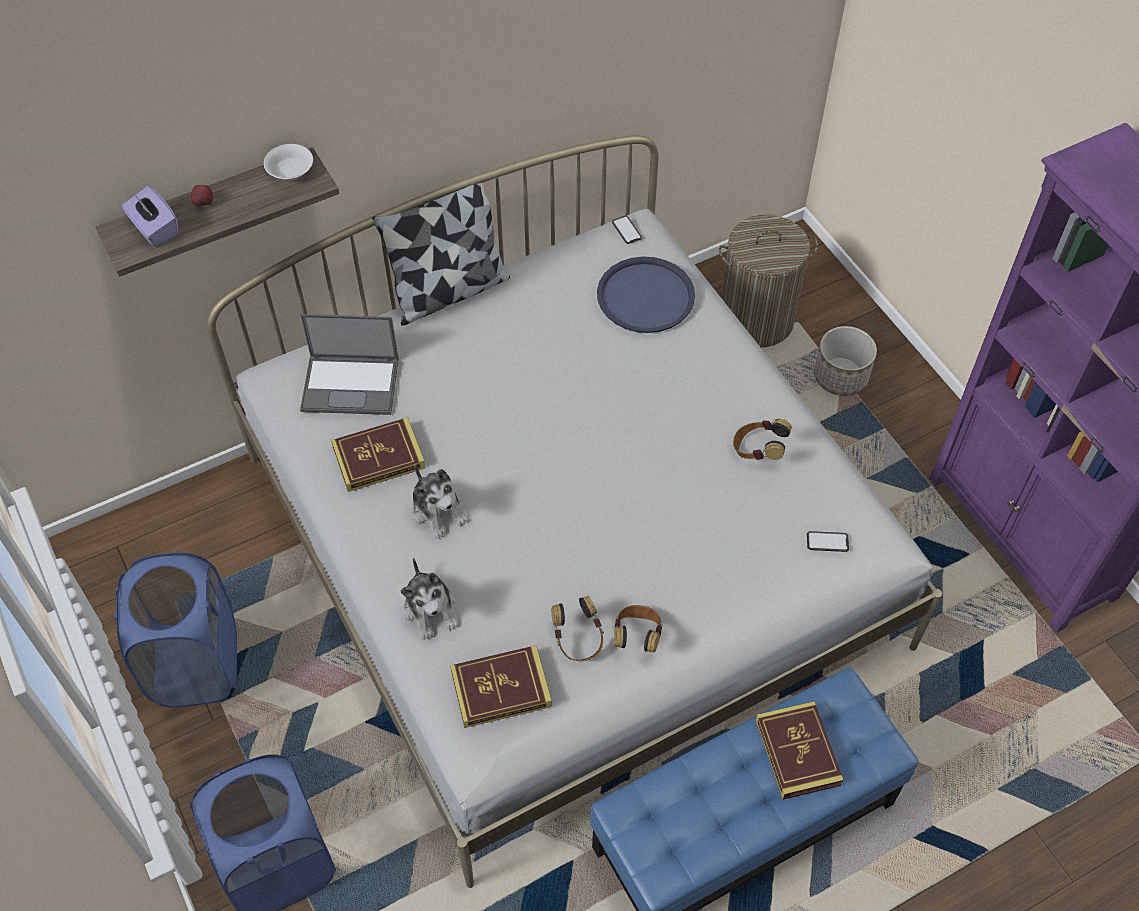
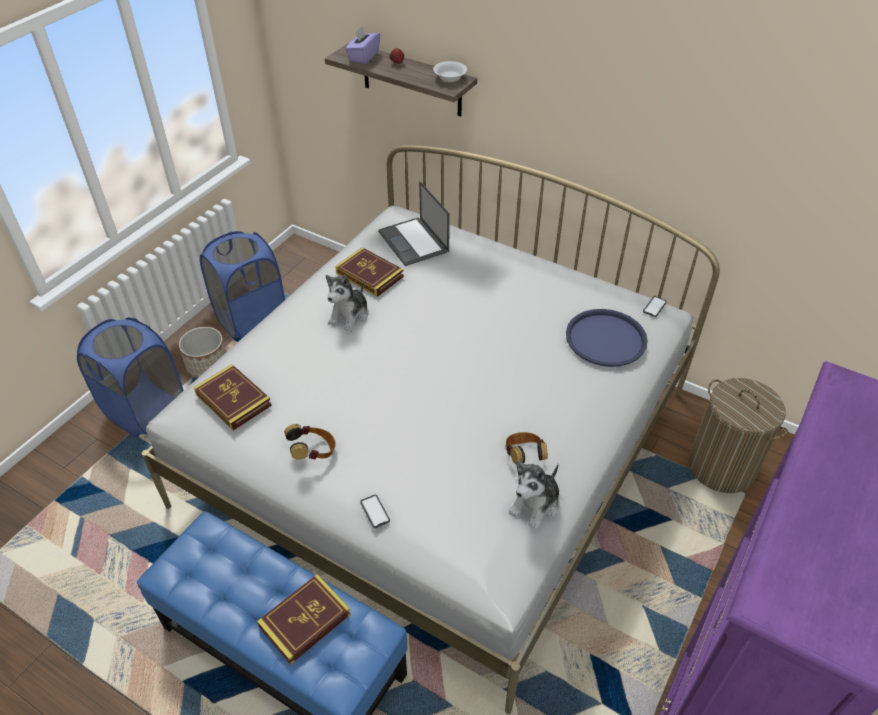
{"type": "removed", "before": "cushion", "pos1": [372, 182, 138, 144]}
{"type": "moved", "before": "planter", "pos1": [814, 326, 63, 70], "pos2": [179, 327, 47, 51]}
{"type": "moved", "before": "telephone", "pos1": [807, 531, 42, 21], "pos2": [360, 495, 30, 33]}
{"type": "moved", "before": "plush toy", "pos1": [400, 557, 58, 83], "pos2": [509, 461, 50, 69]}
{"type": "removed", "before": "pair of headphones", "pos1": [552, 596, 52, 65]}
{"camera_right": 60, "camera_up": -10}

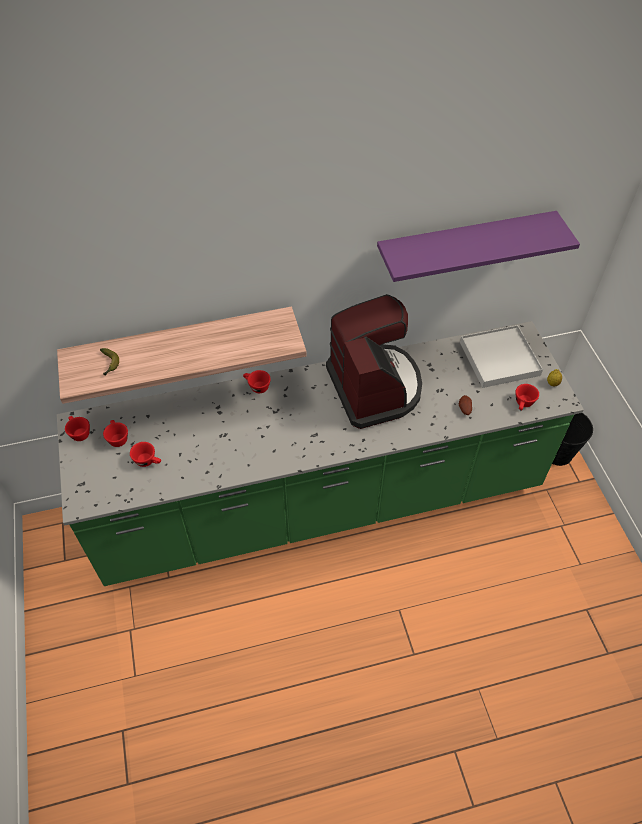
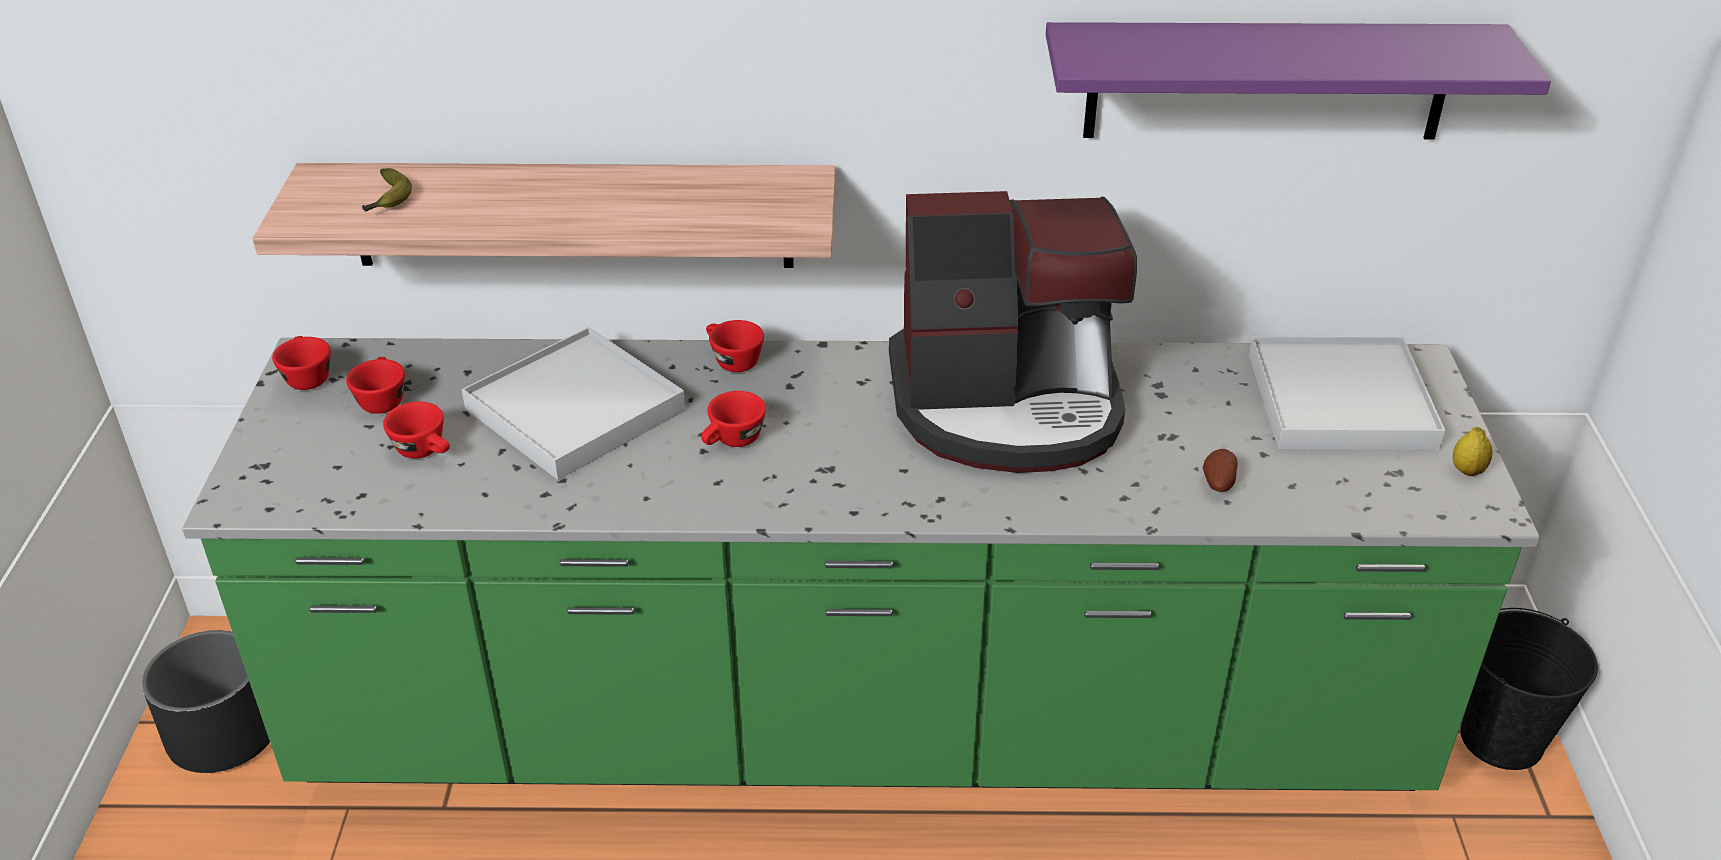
{"type": "turned", "before": "coffee maker", "pos1": [326, 294, 96, 135], "pos2": [889, 191, 248, 282], "turn": 90}
{"type": "moved", "before": "reddish cup", "pos1": [515, 384, 24, 26], "pos2": [701, 391, 65, 56]}
{"type": "added", "after": "white-coloured carrying tray", "pos2": [461, 327, 225, 153]}
{"type": "added", "after": "blackish planter", "pos2": [142, 630, 128, 143]}
{"camera_right": 15, "camera_up": -15}

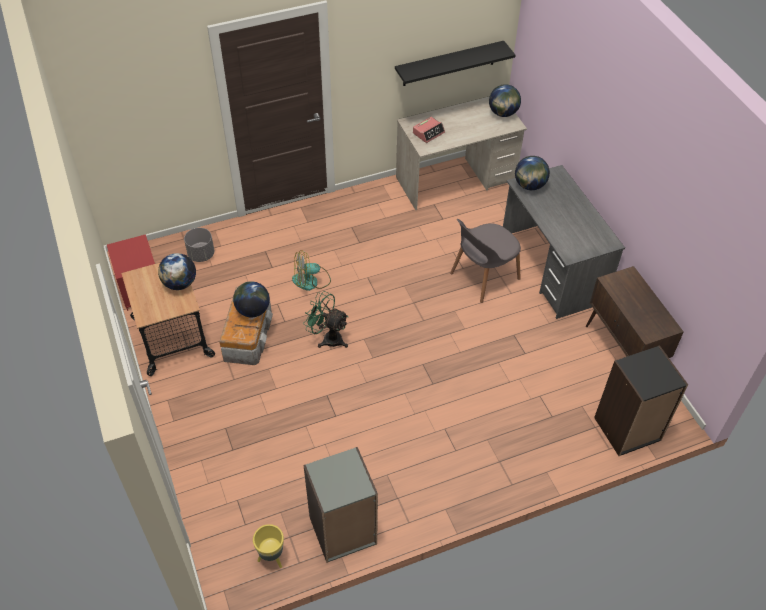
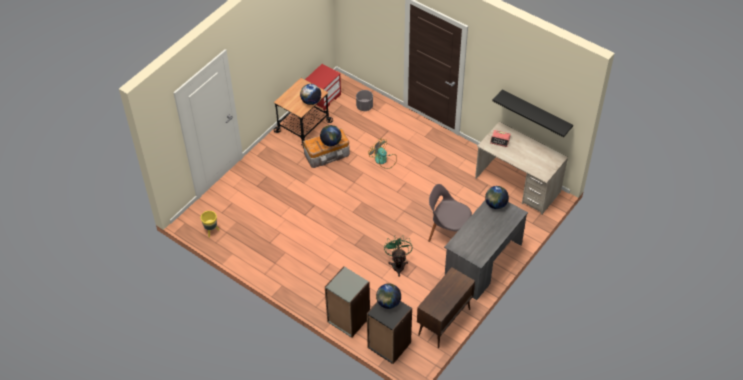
{"type": "moved", "before": "world globe", "pos1": [489, 84, 32, 33], "pos2": [376, 284, 25, 25]}
{"type": "moved", "before": "green-coloured fan", "pos1": [303, 291, 45, 57], "pos2": [384, 236, 28, 41]}
{"type": "moved", "before": "grey bookcase", "pos1": [303, 447, 75, 116], "pos2": [325, 266, 45, 72]}
{"camera_right": 60, "camera_up": 0}

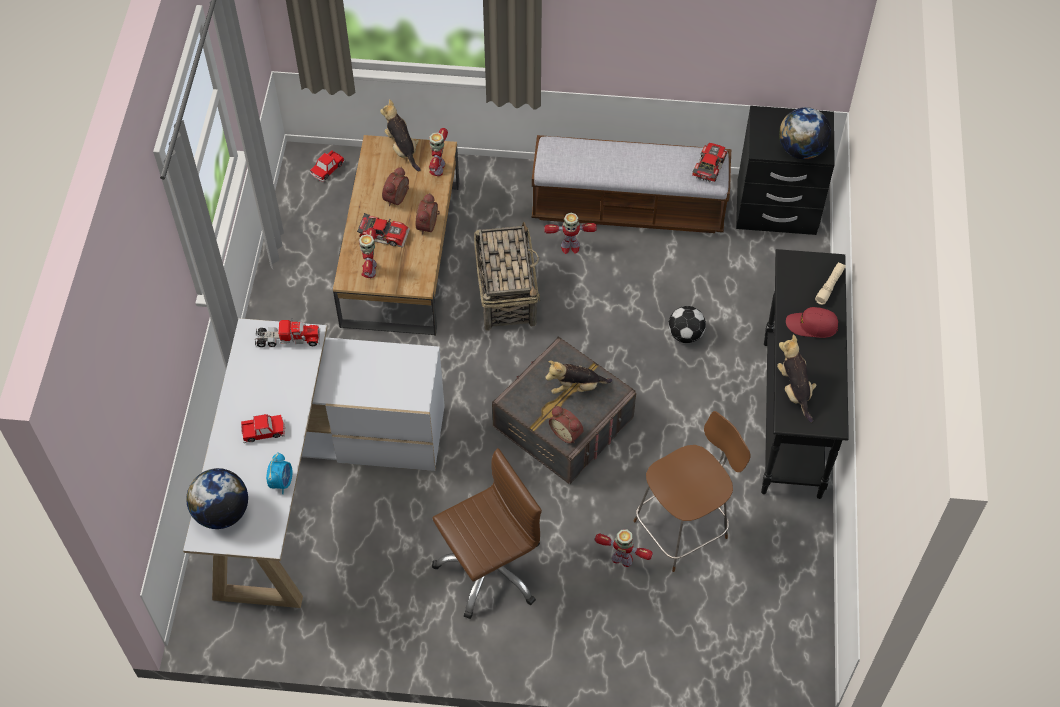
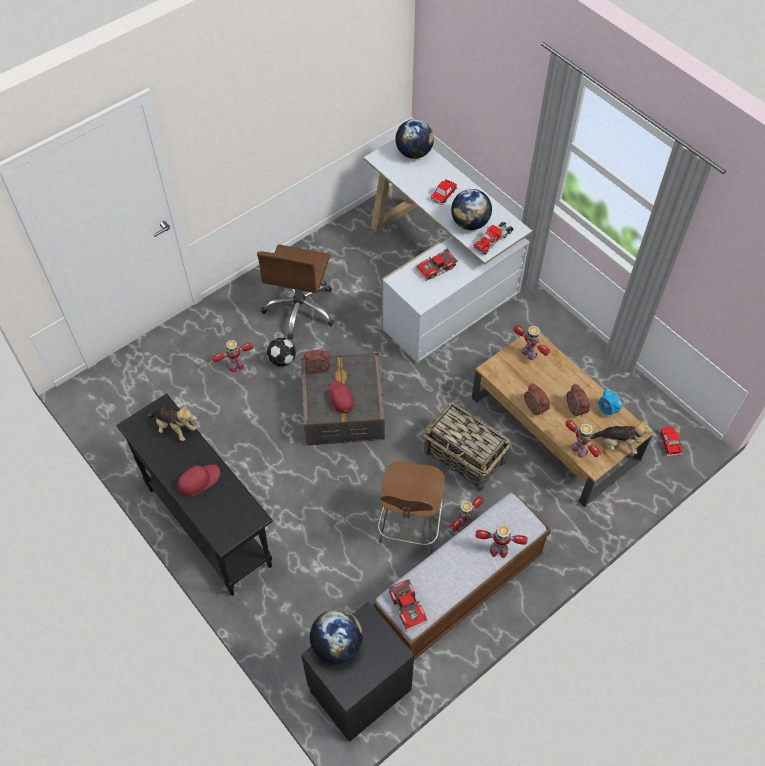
{"type": "moved", "before": "model car", "pos1": [357, 213, 53, 35], "pos2": [415, 248, 43, 33]}
{"type": "removed", "before": "beige torch", "pos1": [815, 262, 31, 43]}
{"type": "moved", "before": "football ball", "pos1": [668, 306, 38, 37], "pos2": [267, 338, 29, 29]}
{"type": "replaced", "before": "plush toy", "after": "reddish baseball cap", "pos1": [545, 360, 67, 34], "pos2": [328, 381, 26, 33]}
{"type": "moved", "before": "brown upright chair", "pos1": [633, 411, 118, 161], "pos2": [378, 461, 67, 92]}
{"type": "moved", "before": "table clock", "pos1": [266, 452, 26, 42], "pos2": [598, 389, 24, 29]}
{"type": "added", "after": "world globe", "pos2": [451, 189, 41, 41]}
{"type": "added", "after": "robot figure", "pos2": [476, 525, 52, 33]}
{"camera_right": 135, "camera_up": 0}

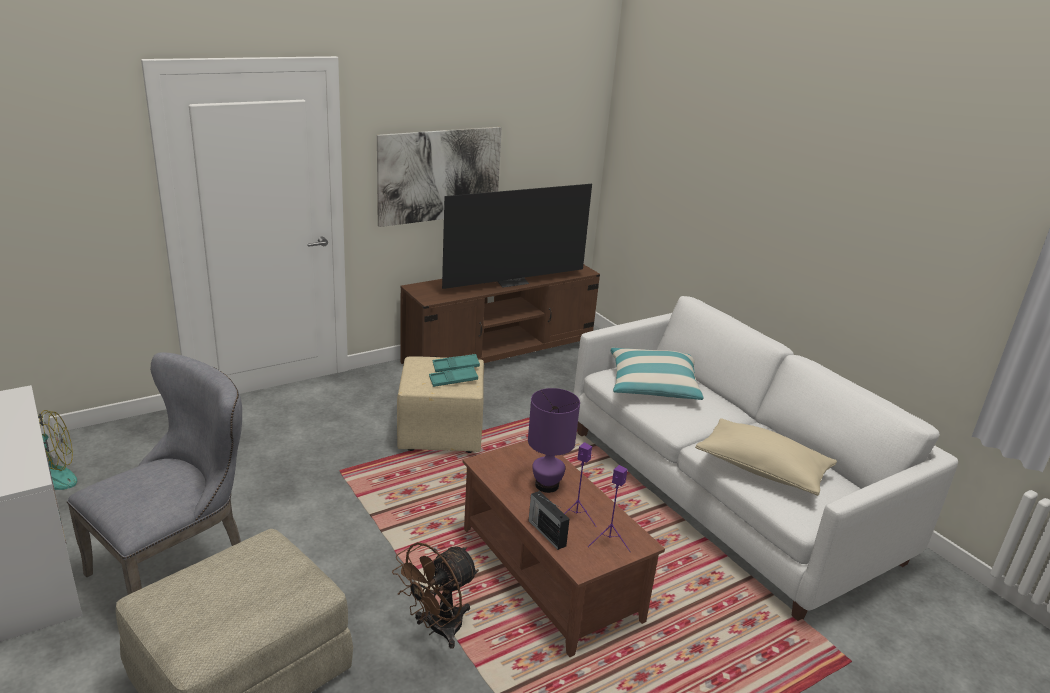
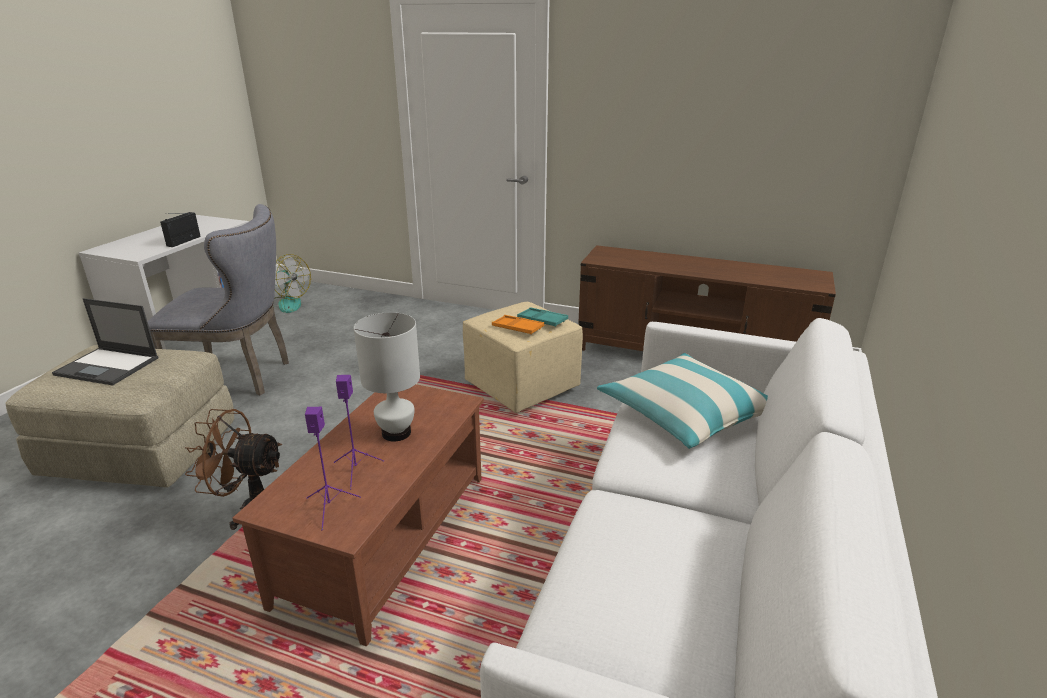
{"type": "removed", "before": "wall picture", "pos1": [377, 127, 125, 100]}
{"type": "removed", "before": "television", "pos1": [442, 184, 150, 105]}
{"type": "recoloured", "before": "blue-green carrying tray", "after": "orange-coloured carrying tray", "pos1": [429, 367, 49, 20], "pos2": [492, 315, 52, 20]}
{"type": "recoloured", "before": "purple-coloured tabletop lamp", "after": "white-coloured tabletop lamp", "pos1": [528, 388, 52, 105], "pos2": [354, 312, 66, 130]}
{"type": "removed", "before": "beige cushion", "pos1": [695, 418, 142, 78]}
{"type": "moved", "before": "radio set", "pos1": [529, 491, 41, 59], "pos2": [160, 212, 41, 35]}
{"type": "added", "after": "laptop", "pos2": [52, 298, 106, 87]}
{"camera_right": 55, "camera_up": 0}

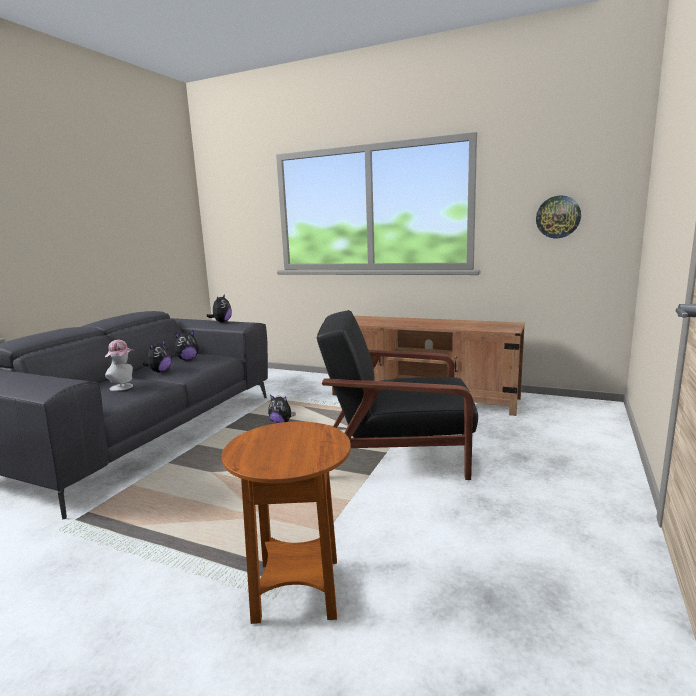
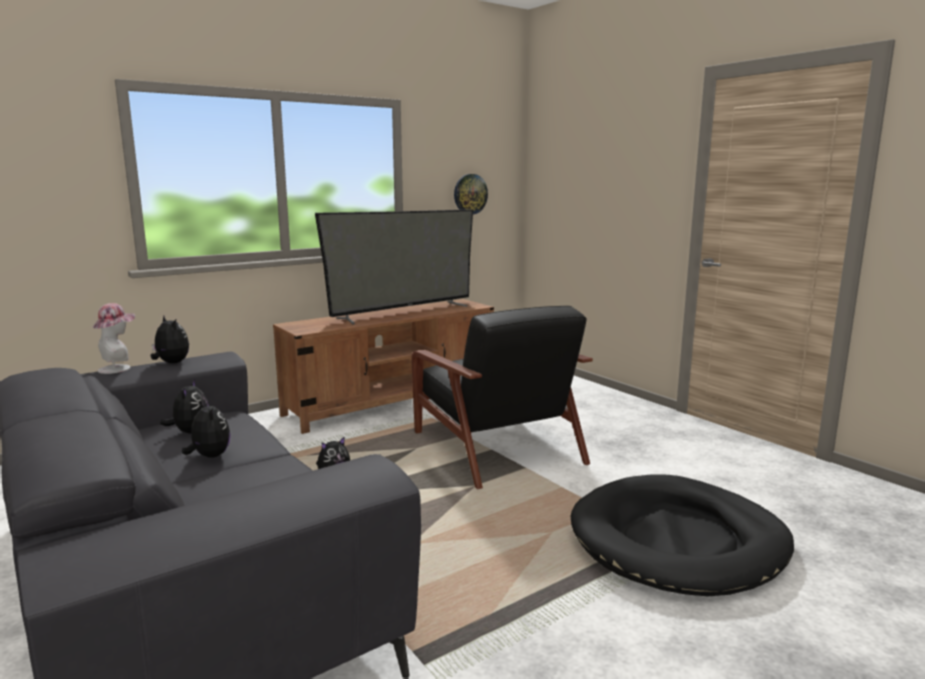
{"type": "turned", "before": "blackish armchair", "pos1": [317, 310, 161, 170], "pos2": [411, 306, 182, 183], "turn": -60}
{"type": "moved", "before": "hat", "pos1": [105, 340, 29, 51], "pos2": [93, 303, 42, 71]}
{"type": "replaced", "before": "brown end table", "after": "blackish pet bed", "pos1": [222, 421, 129, 203], "pos2": [571, 475, 223, 121]}
{"type": "added", "after": "television", "pos2": [315, 209, 158, 116]}
{"camera_right": -60, "camera_up": 0}

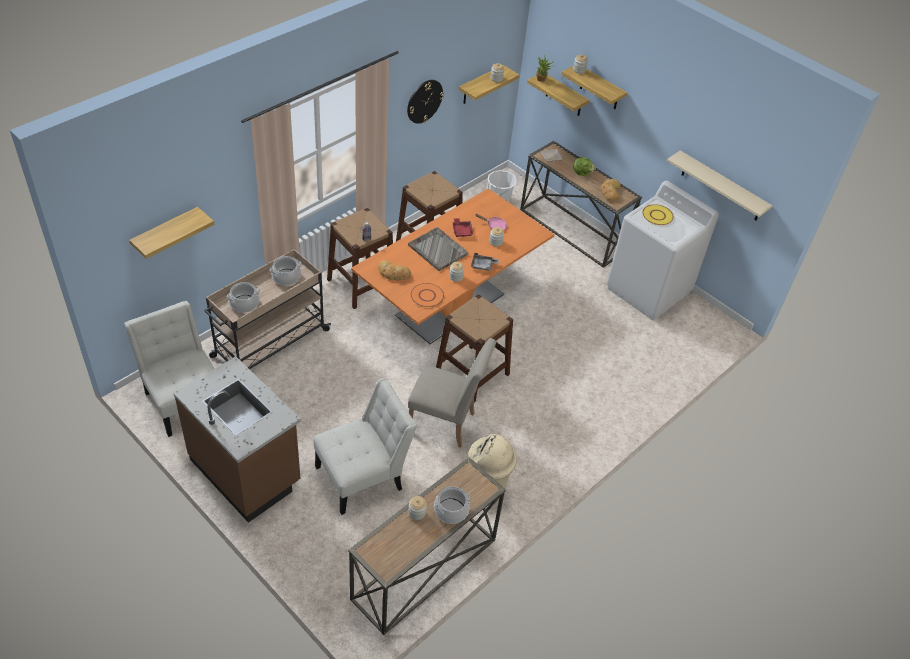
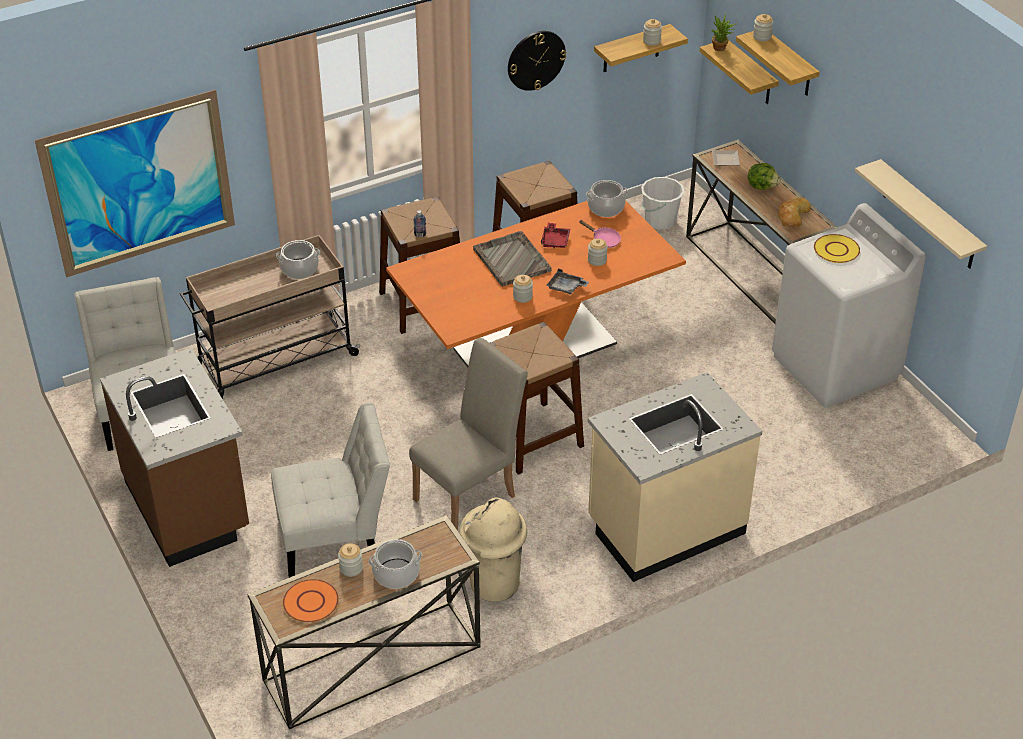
{"type": "replaced", "before": "shelf", "after": "wall picture", "pos1": [129, 207, 86, 52], "pos2": [35, 89, 200, 188]}
{"type": "removed", "before": "baked bread", "pos1": [378, 260, 33, 20]}
{"type": "moved", "before": "saucepot", "pos1": [227, 282, 33, 31], "pos2": [586, 180, 42, 37]}
{"type": "moved", "before": "orange-coloured flat dish", "pos1": [411, 283, 33, 24], "pos2": [283, 579, 56, 43]}
{"type": "turned", "before": "beige upright chair", "pos1": [408, 338, 88, 110], "pos2": [409, 338, 119, 192], "turn": -75}
{"type": "added", "after": "beige counter", "pos2": [588, 372, 174, 210]}
{"camera_right": 20, "camera_up": -5}

